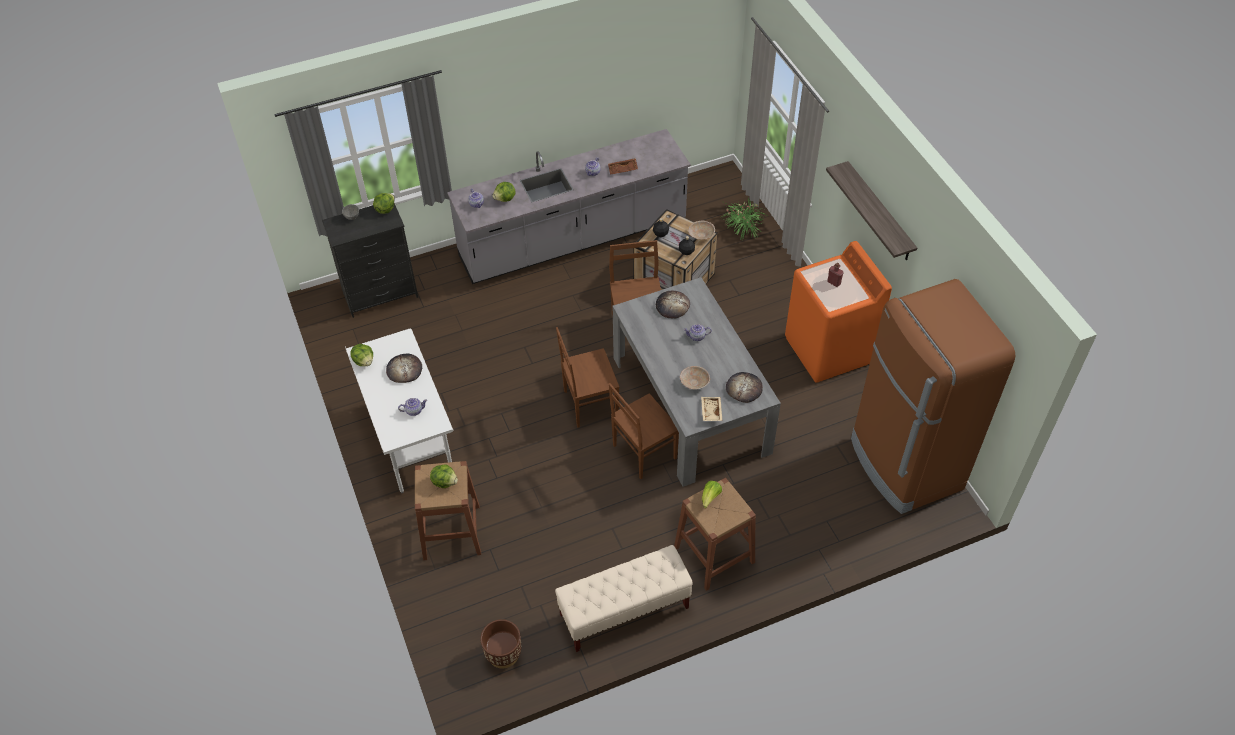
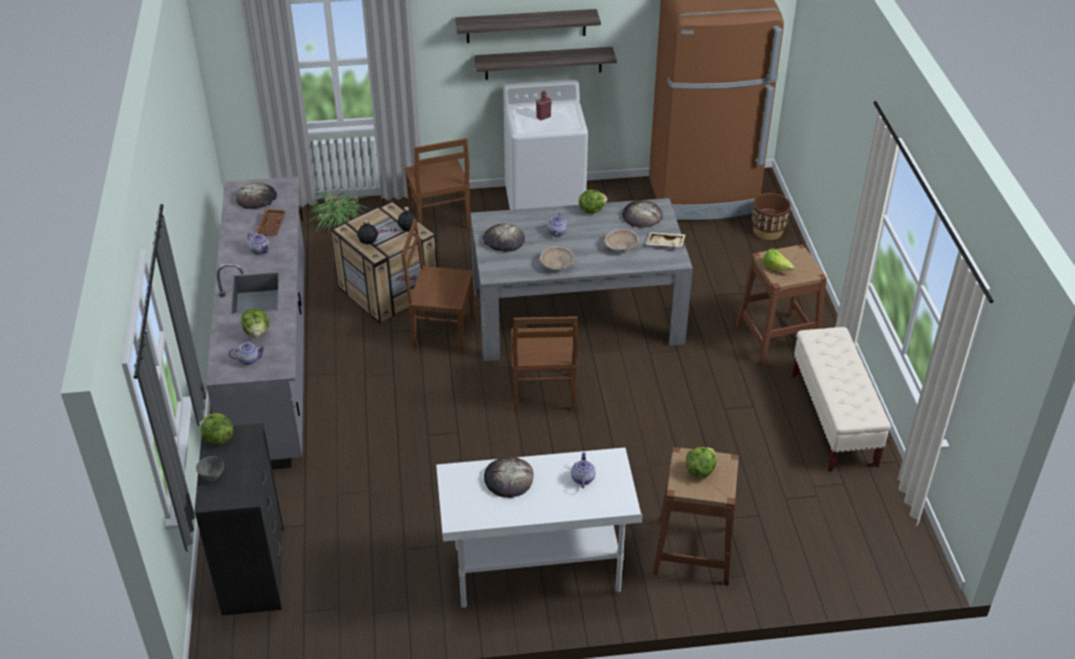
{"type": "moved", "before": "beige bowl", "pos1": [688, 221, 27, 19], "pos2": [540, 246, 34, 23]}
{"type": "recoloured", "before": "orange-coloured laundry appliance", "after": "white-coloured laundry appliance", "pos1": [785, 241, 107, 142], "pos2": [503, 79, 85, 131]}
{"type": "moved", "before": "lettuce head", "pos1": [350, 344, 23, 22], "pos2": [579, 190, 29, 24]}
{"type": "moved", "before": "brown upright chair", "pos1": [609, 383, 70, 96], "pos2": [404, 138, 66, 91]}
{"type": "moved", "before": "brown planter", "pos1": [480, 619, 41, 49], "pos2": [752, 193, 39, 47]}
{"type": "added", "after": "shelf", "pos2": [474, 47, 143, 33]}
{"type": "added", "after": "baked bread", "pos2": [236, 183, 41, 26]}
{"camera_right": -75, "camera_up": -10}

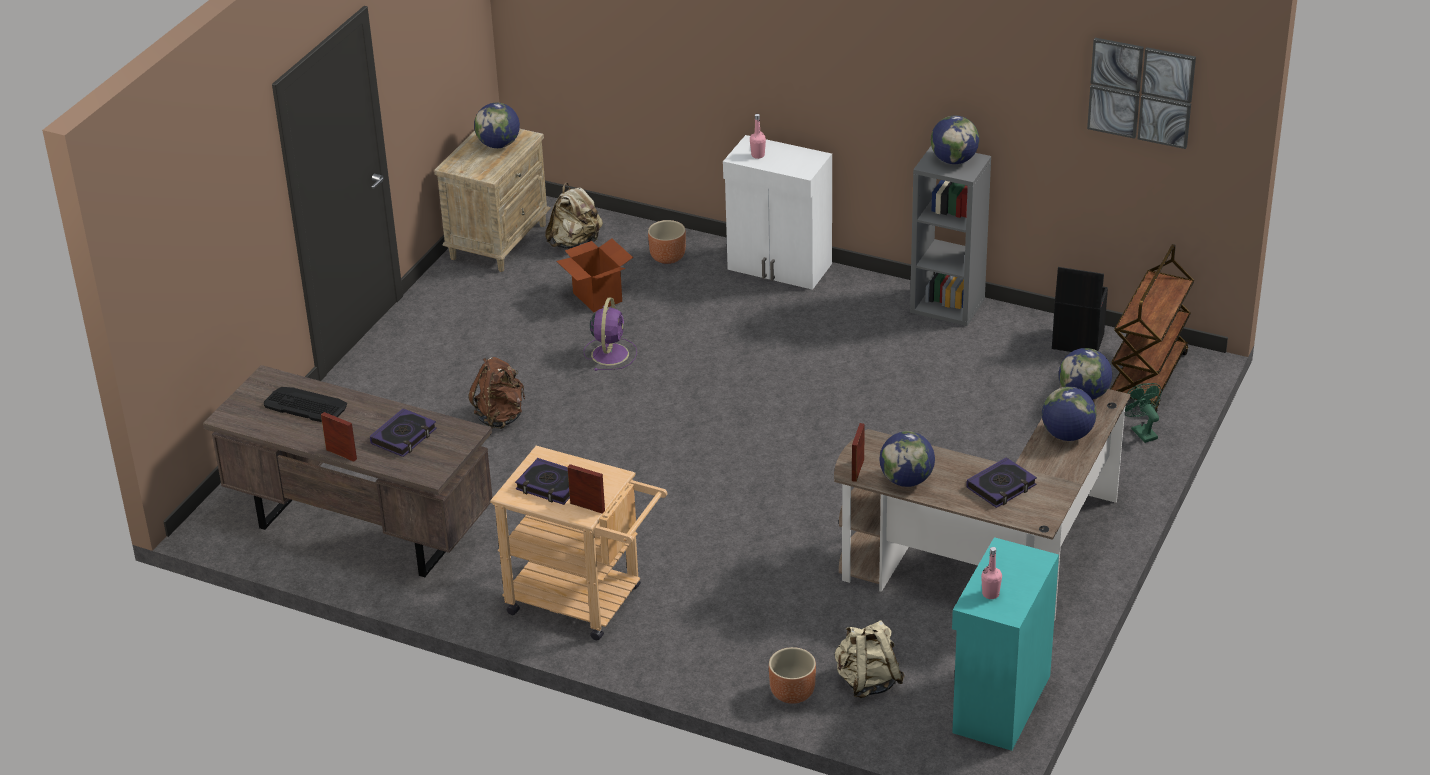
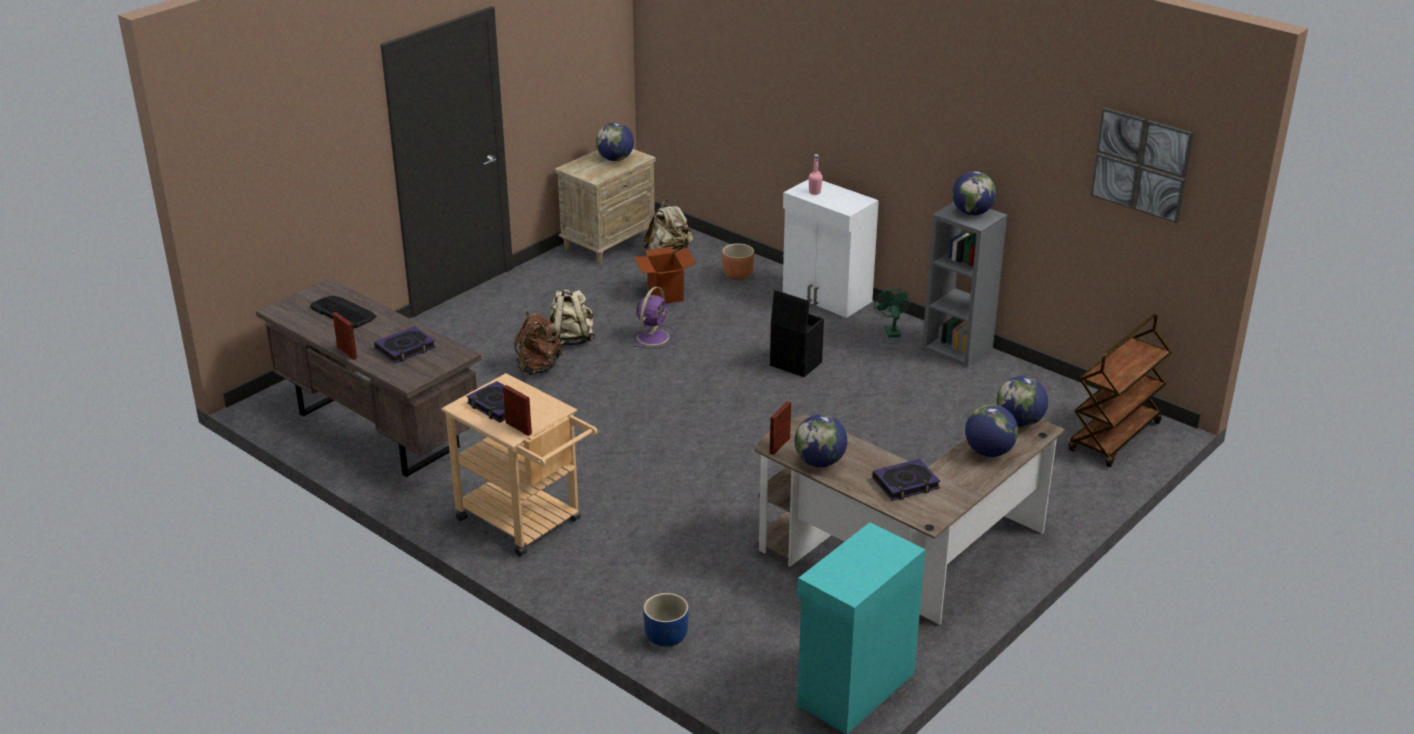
{"type": "moved", "before": "blackish storage bin", "pos1": [1052, 267, 56, 85], "pos2": [770, 290, 54, 87]}
{"type": "moved", "before": "green-coloured fan", "pos1": [1125, 383, 37, 60], "pos2": [874, 288, 36, 50]}
{"type": "removed", "before": "pinkish bottle", "pos1": [981, 547, 21, 52]}
{"type": "moved", "before": "beige knapsack", "pos1": [835, 620, 70, 78], "pos2": [549, 289, 46, 56]}
{"type": "recoloured", "before": "brown planter", "after": "bluish planter", "pos1": [769, 647, 47, 57], "pos2": [643, 593, 46, 54]}
{"camera_right": 15, "camera_up": -5}

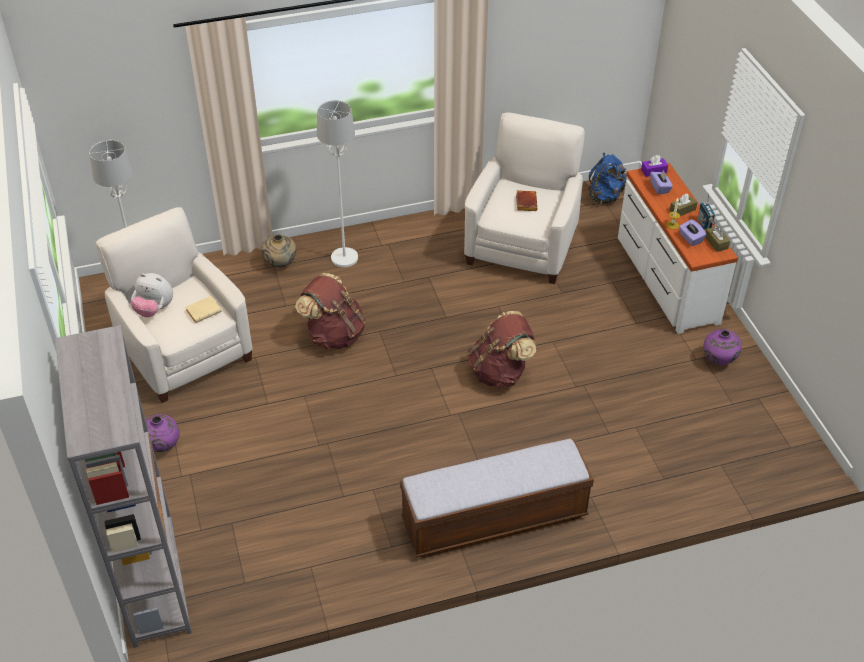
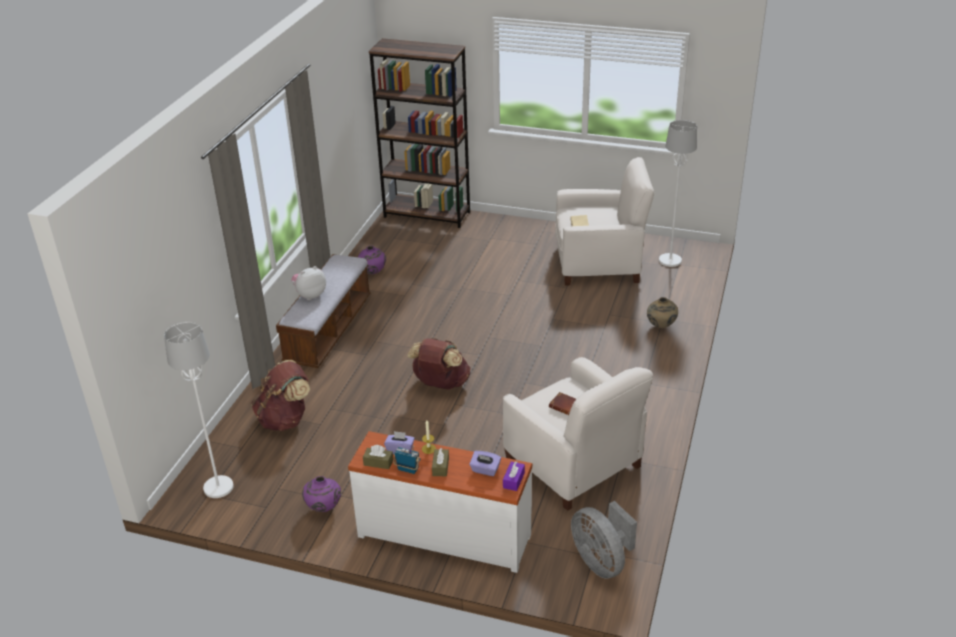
{"type": "moved", "before": "white-coloured floor lamp", "pos1": [317, 100, 41, 167], "pos2": [164, 322, 70, 176]}
{"type": "replaced", "before": "bluish knapsack", "after": "grey fan", "pos1": [588, 153, 39, 51], "pos2": [571, 501, 66, 78]}
{"type": "moved", "before": "plush toy", "pos1": [131, 273, 42, 44], "pos2": [291, 266, 35, 34]}
{"type": "moved", "before": "brown knapsack", "pos1": [295, 273, 71, 77], "pos2": [251, 360, 59, 71]}
{"type": "recoloured", "before": "grey bookcase", "after": "brown bookcase", "pos1": [55, 325, 137, 323], "pos2": [369, 38, 101, 190]}
{"type": "moved", "before": "purple-coloured decorative vase", "pos1": [146, 414, 34, 38], "pos2": [358, 246, 28, 28]}
{"camera_right": 125, "camera_up": -10}

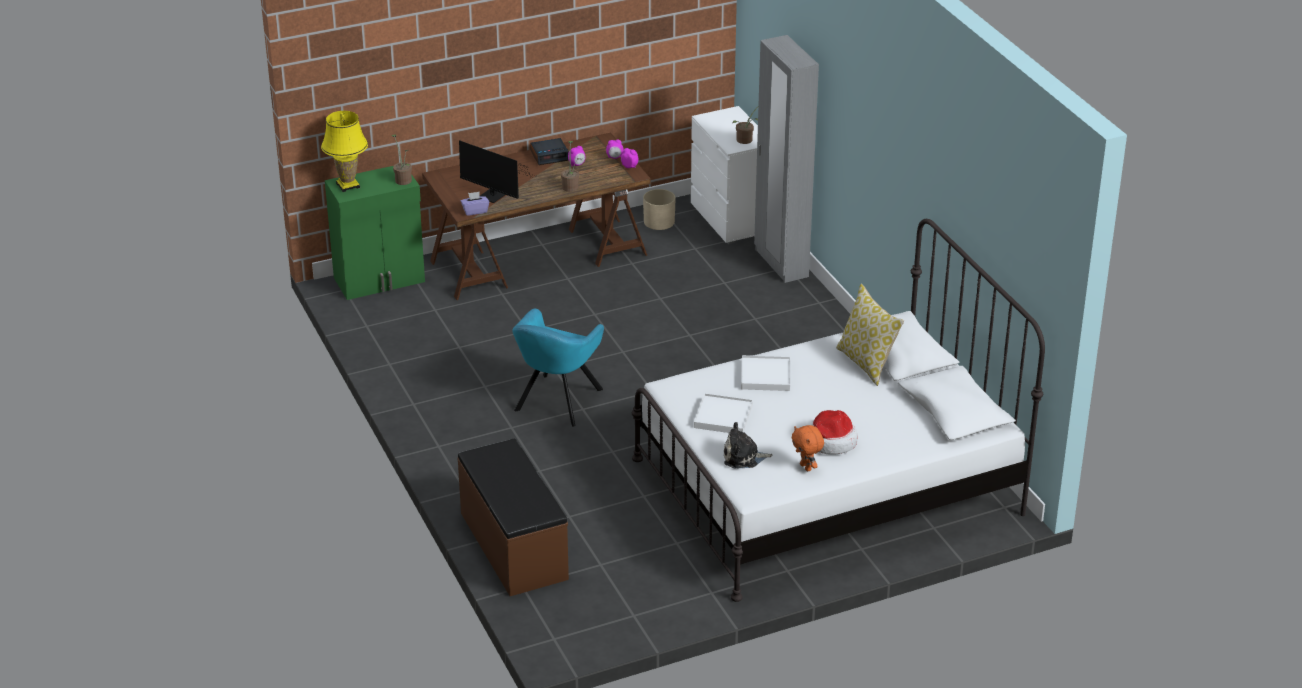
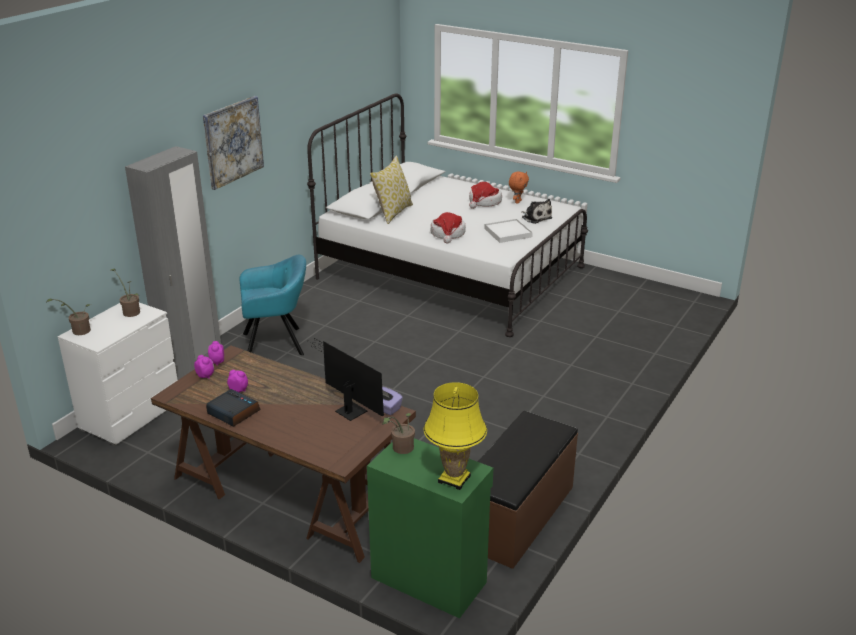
{"type": "turned", "before": "computer display", "pos1": [459, 140, 77, 63], "pos2": [307, 338, 77, 83], "turn": -45}
{"type": "moved", "before": "potted plant", "pos1": [561, 141, 19, 51], "pos2": [46, 299, 45, 36]}
{"type": "removed", "before": "beige planter", "pos1": [643, 189, 32, 41]}
{"type": "moved", "before": "blue-green armchair", "pos1": [512, 308, 92, 119], "pos2": [239, 255, 67, 100]}
{"type": "replaced", "before": "white-coloured carrying tray", "after": "hat", "pos1": [741, 355, 50, 36], "pos2": [431, 212, 35, 31]}
{"type": "moved", "before": "brown indoor bench", "pos1": [457, 439, 112, 157], "pos2": [478, 411, 100, 158]}
{"type": "added", "after": "wall picture", "pos2": [203, 96, 61, 94]}
{"camera_right": -125, "camera_up": -5}

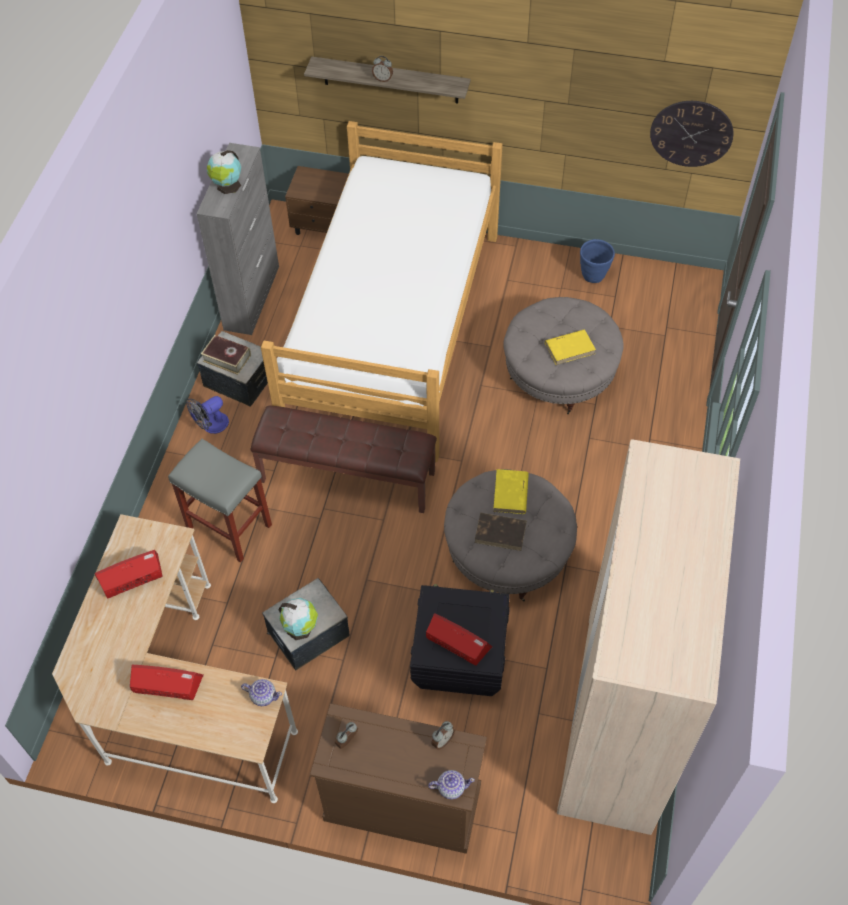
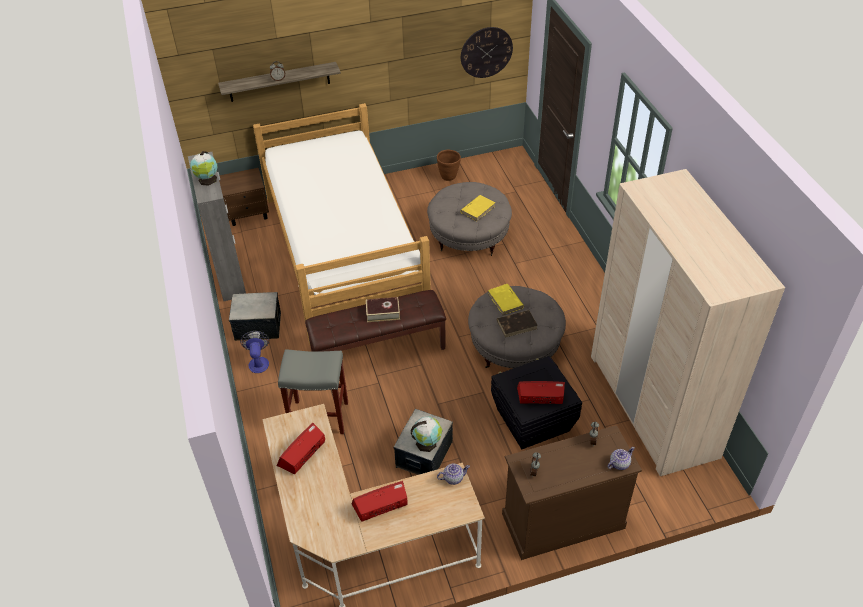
{"type": "recoloured", "before": "bluish planter", "after": "brown planter", "pos1": [580, 239, 35, 44], "pos2": [437, 150, 24, 31]}
{"type": "moved", "before": "book", "pos1": [201, 335, 50, 40], "pos2": [366, 297, 34, 25]}
{"type": "turned", "before": "fan", "pos1": [186, 396, 43, 38], "pos2": [240, 331, 29, 42], "turn": 150}
{"camera_right": -30, "camera_up": -10}

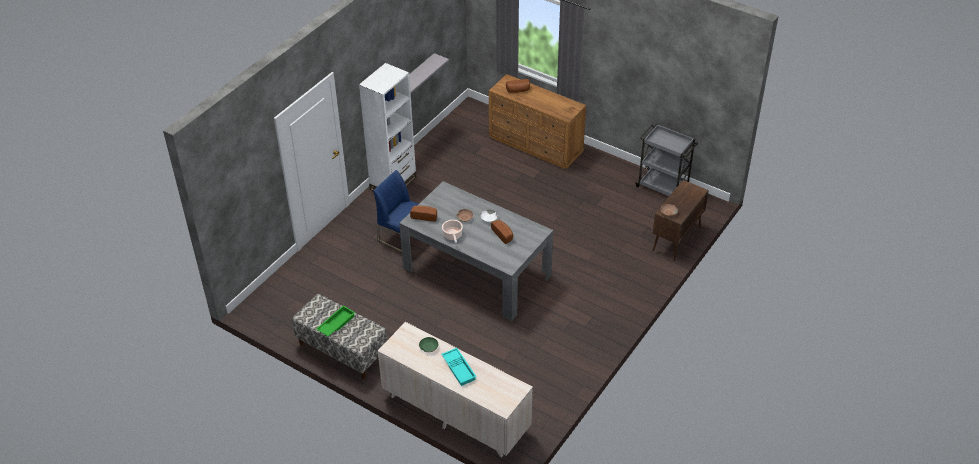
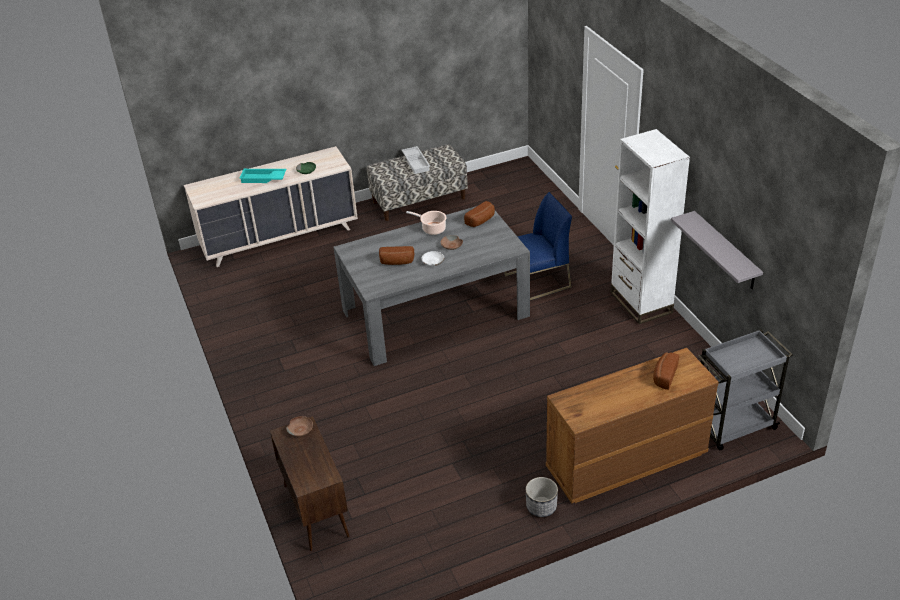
{"type": "moved", "before": "grey cart", "pos1": [635, 124, 63, 72], "pos2": [698, 329, 95, 121]}
{"type": "recoloured", "before": "green-coloured carrying tray", "after": "white-coloured carrying tray", "pos1": [316, 305, 39, 32], "pos2": [402, 146, 28, 28]}
{"type": "added", "after": "planter", "pos2": [526, 477, 32, 40]}
{"camera_right": 125, "camera_up": -5}

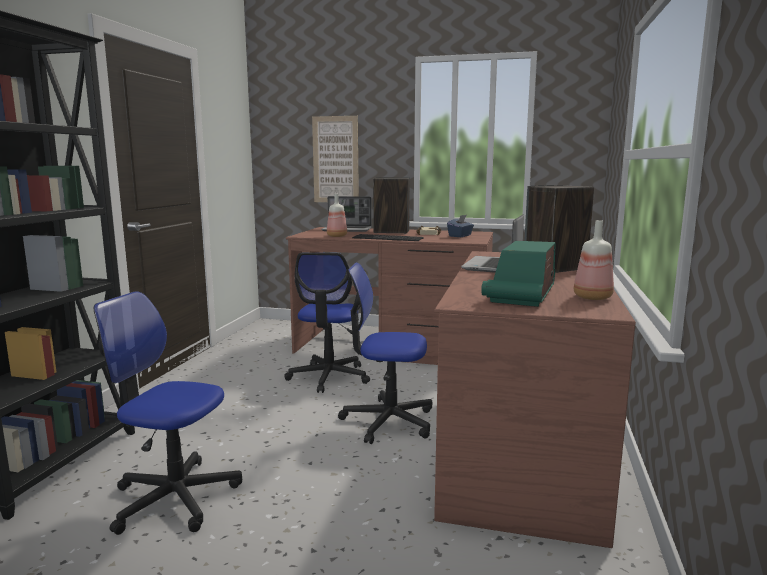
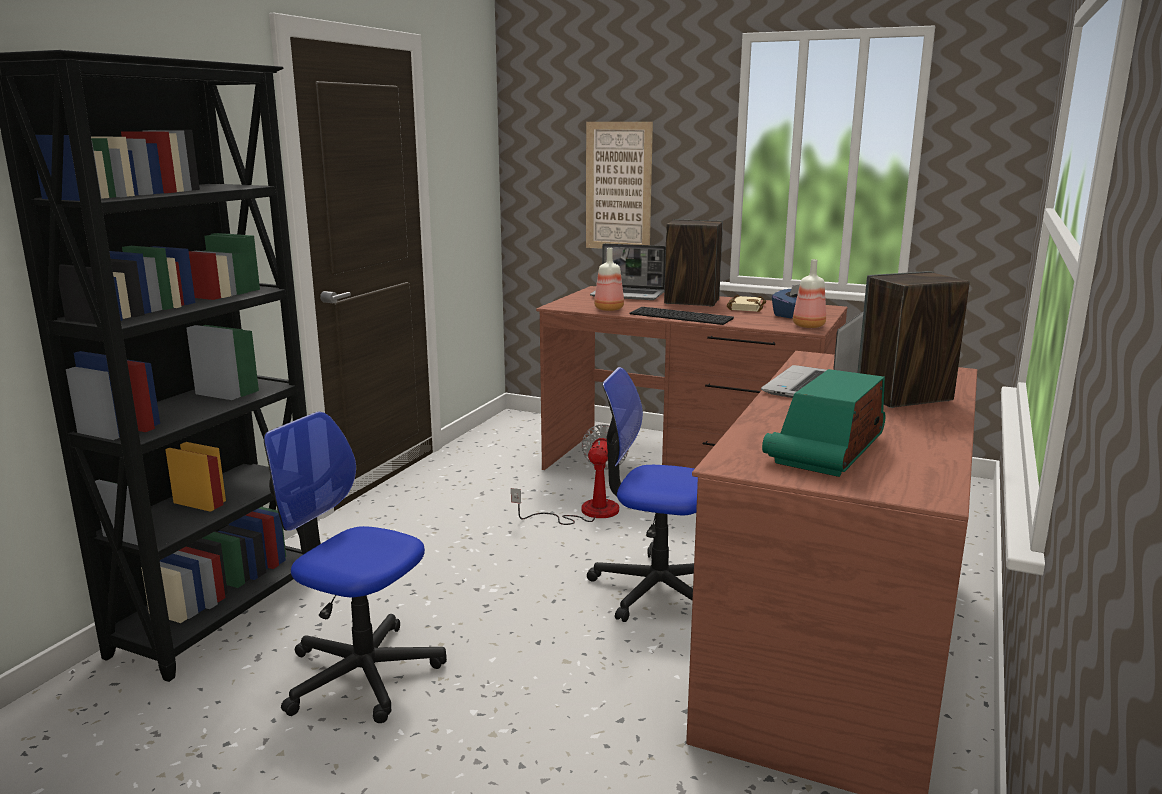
{"type": "moved", "before": "bottle", "pos1": [574, 220, 40, 80], "pos2": [793, 259, 33, 69]}
{"type": "replaced", "before": "office chair", "after": "fan", "pos1": [284, 252, 86, 141], "pos2": [511, 424, 117, 101]}
{"camera_right": 10, "camera_up": 5}

